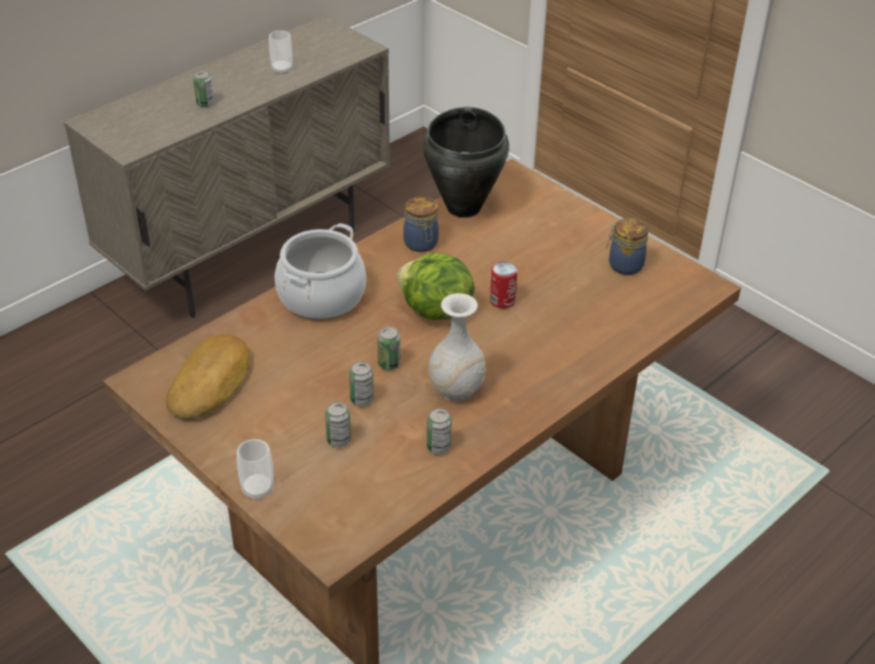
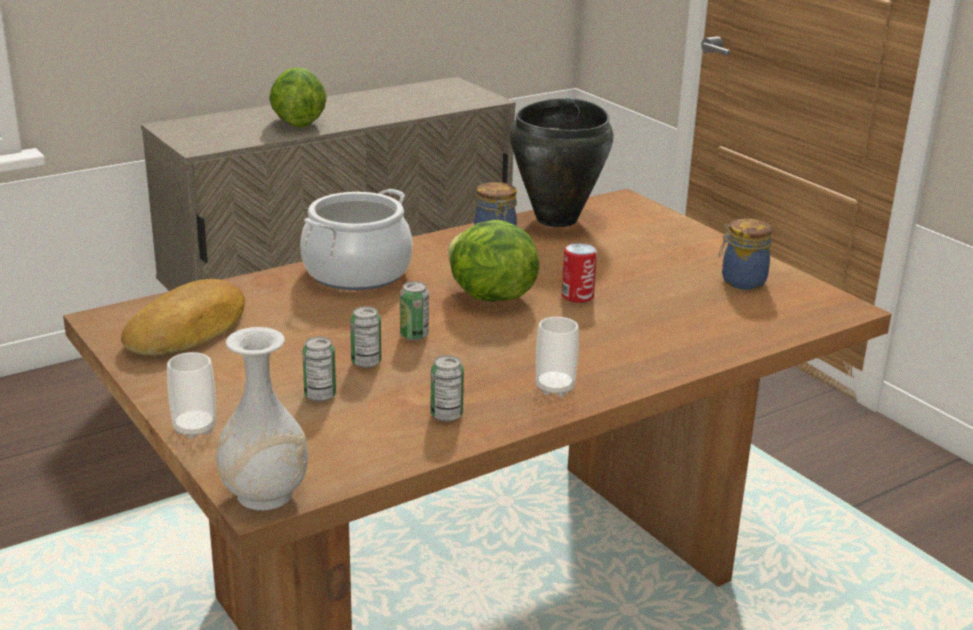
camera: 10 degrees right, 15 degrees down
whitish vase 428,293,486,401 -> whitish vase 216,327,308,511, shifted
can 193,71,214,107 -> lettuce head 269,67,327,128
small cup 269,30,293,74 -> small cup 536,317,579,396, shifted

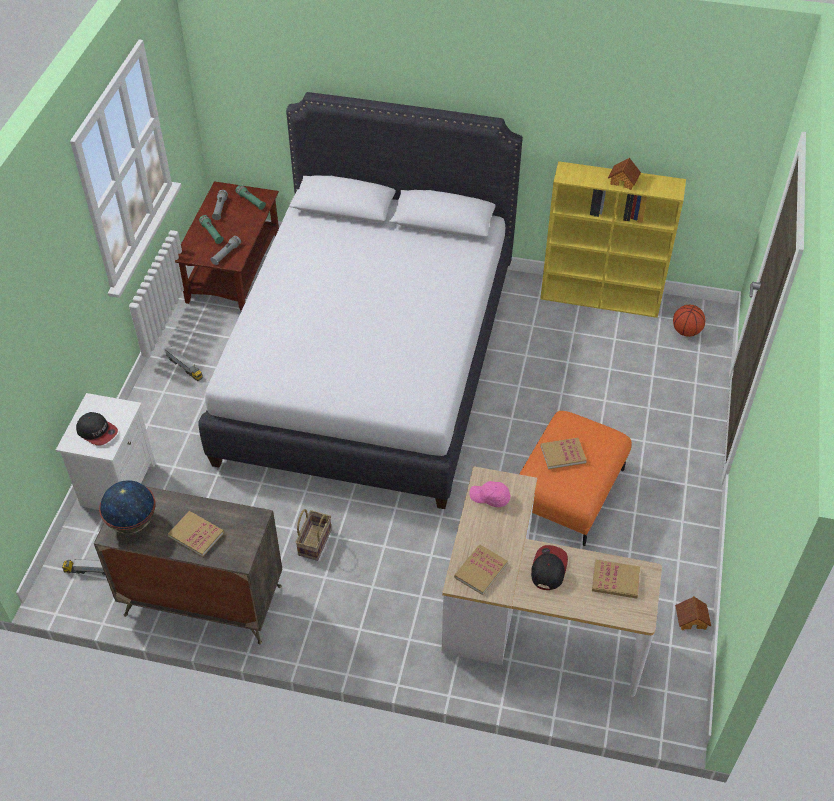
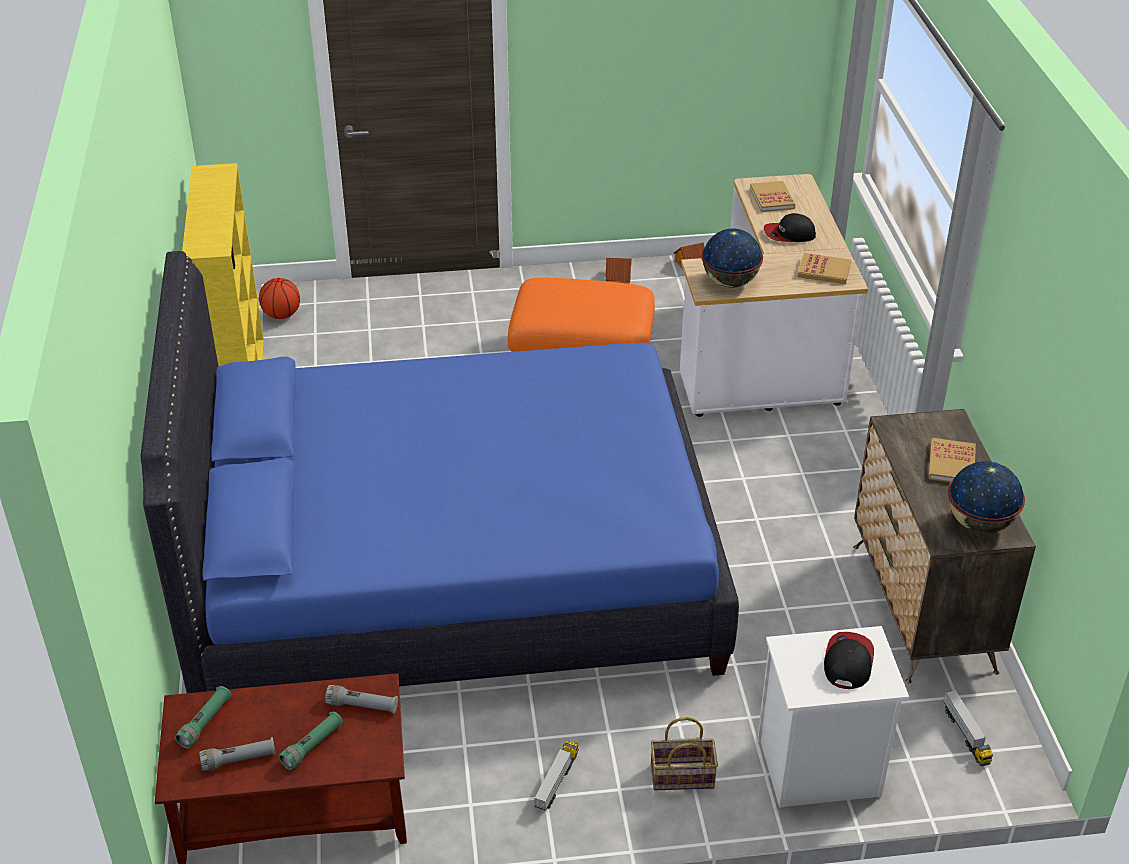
camera: 110 degrees left, 10 degrees down
whitish bedroom bed 198,92,523,509 -> bluish bedroom bed 140,251,739,693
miniature house 608,158,641,190 -> miniature house 605,258,632,284, shifted
household basket 295,509,332,561 -> household basket 651,717,718,790, shifted
pink-coloured peaked cap 469,481,510,507 -> globe 702,228,763,288
volume 540,438,587,469 -> none

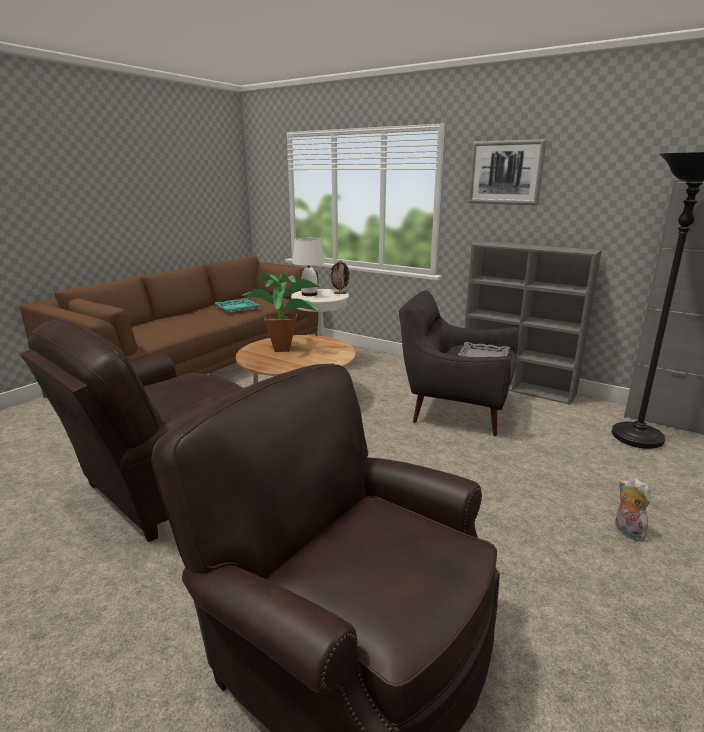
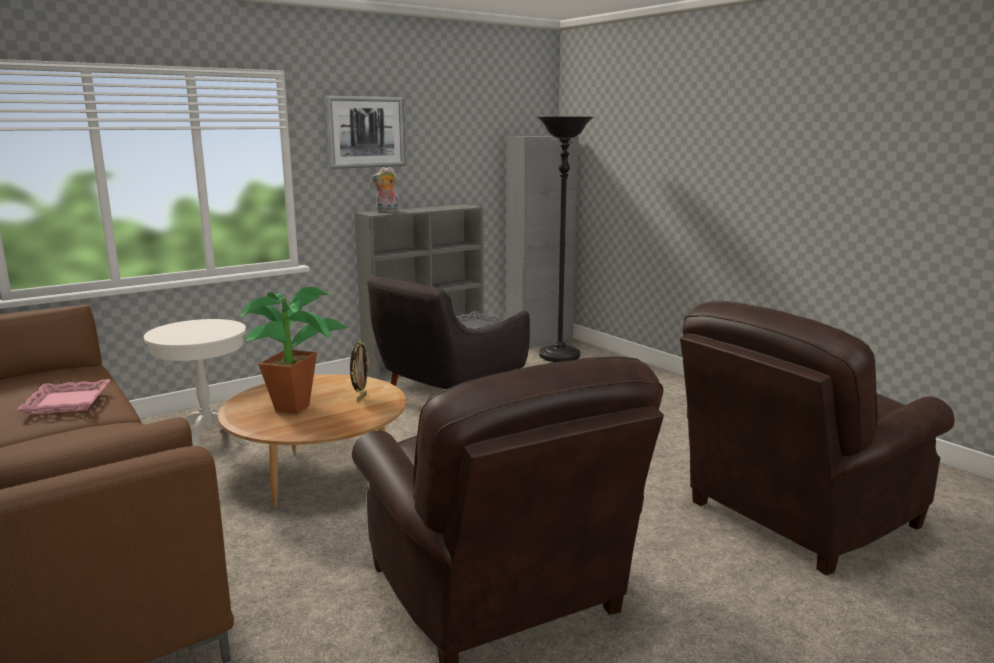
camera: 70 degrees left, 5 degrees down
turquoise-coloured serving tray 215,298,259,313 -> pink-coloured serving tray 17,379,110,415
picture frame 329,260,351,294 -> picture frame 350,341,369,402, shifted
plush toy 615,478,651,541 -> plush toy 371,167,400,212, shifted
whitish lamp for a table 292,238,325,296 -> none

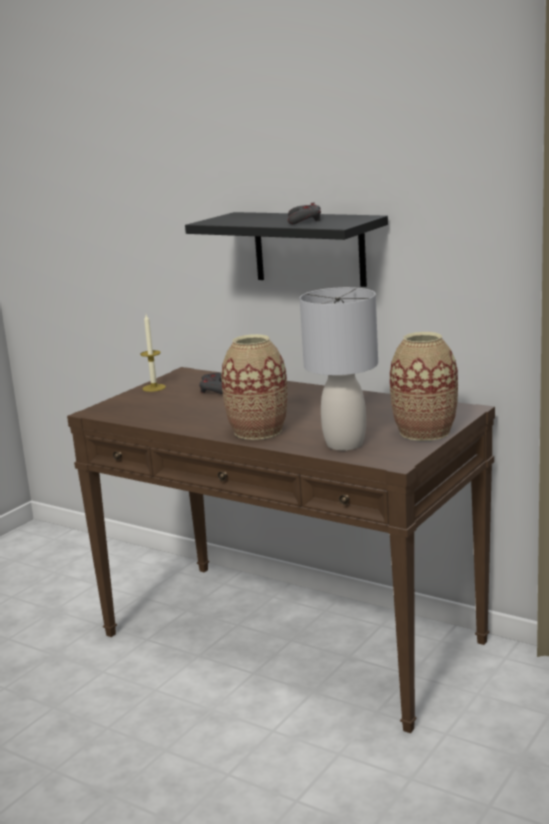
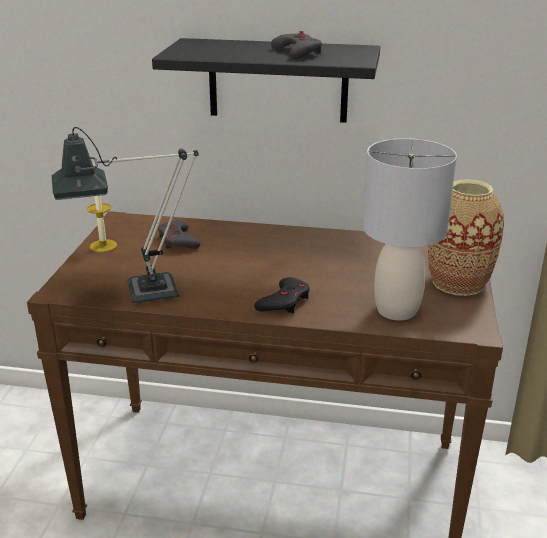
camera: 25 degrees left, 10 degrees up
none -> lamp for a table 52,127,198,303
vase 221,334,288,440 -> black-coloured gamepad 254,277,310,313

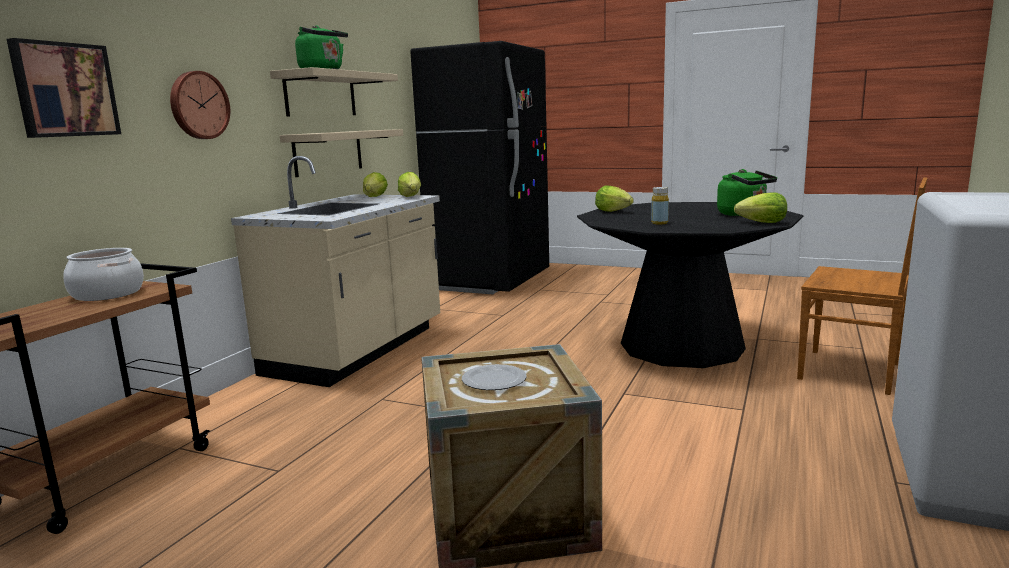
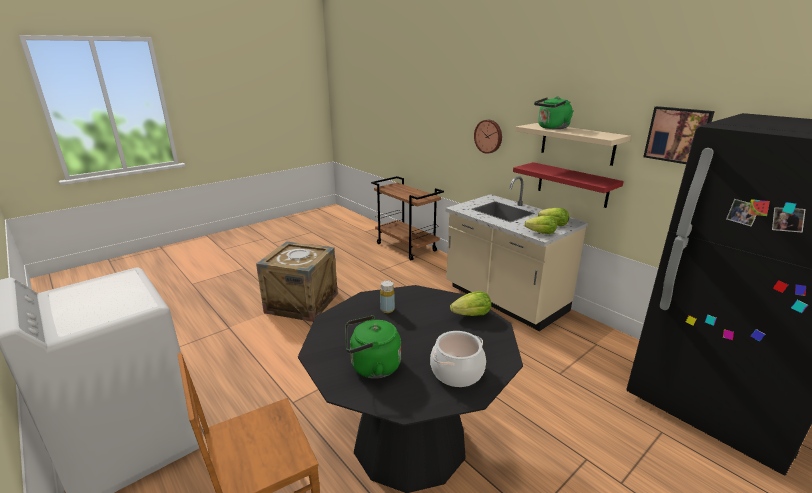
camera: 115 degrees right, 10 degrees up
saucepot 63,248,144,301 -> saucepot 430,331,486,387, shifted
beige shelf 280,129,403,177 -> reddish shelf 513,162,624,208
wall art 7,38,121,138 -> wall art 643,106,715,164, shifted
lettuce head 734,192,787,223 -> none

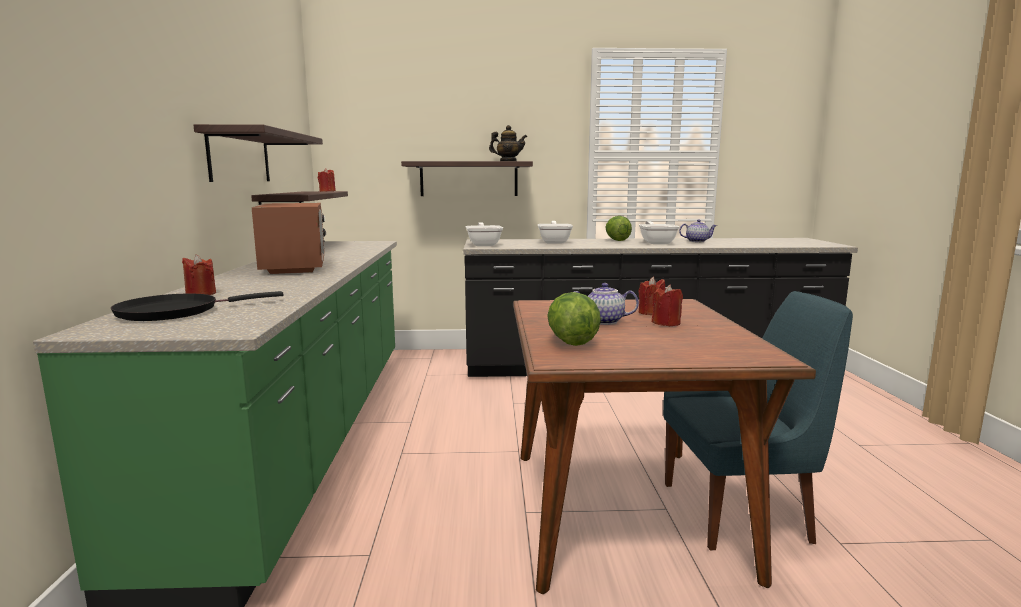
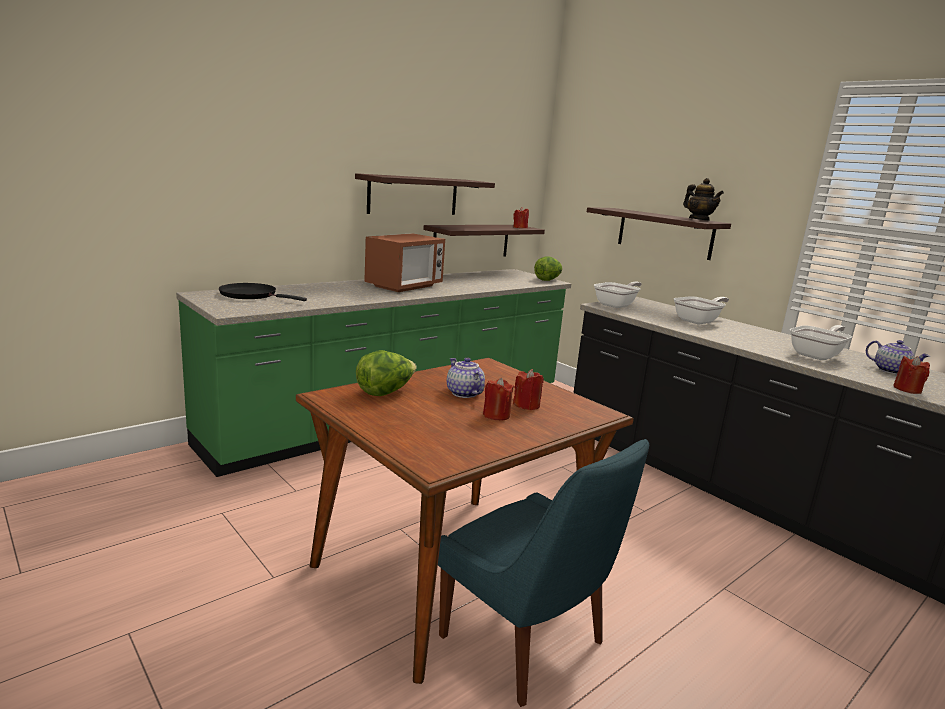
camera: 50 degrees right, 5 degrees up
lettuce head 605,216,632,241 -> lettuce head 534,256,562,281, shifted
reddish wax candle 182,254,216,295 -> reddish wax candle 893,356,930,394, shifted

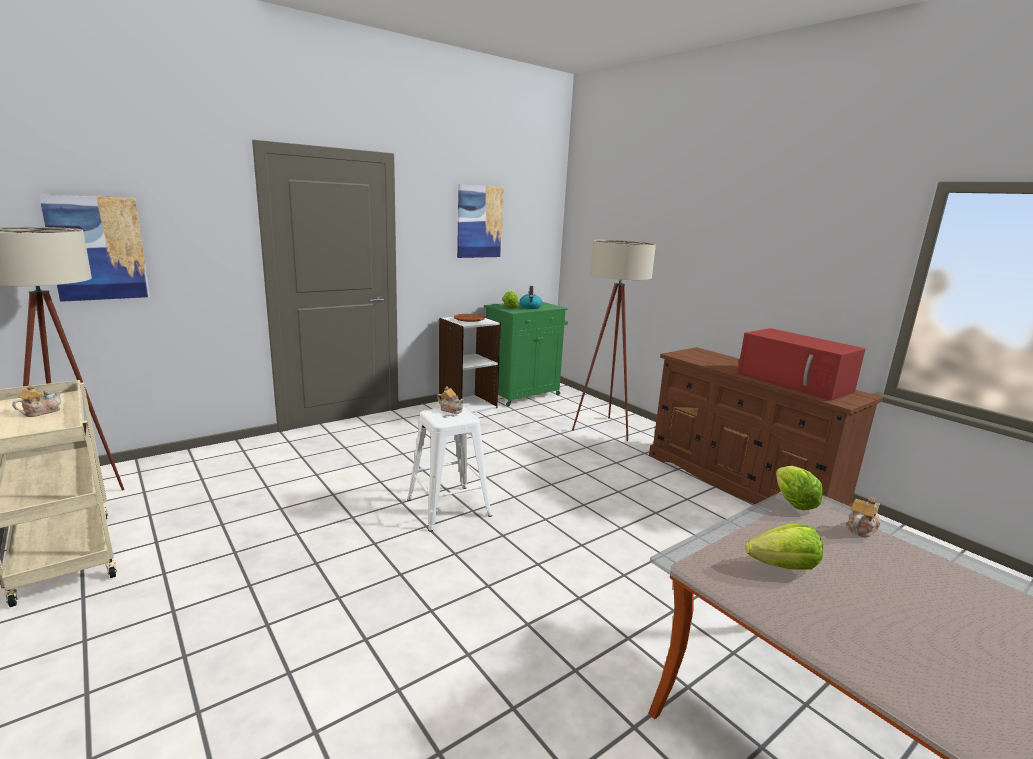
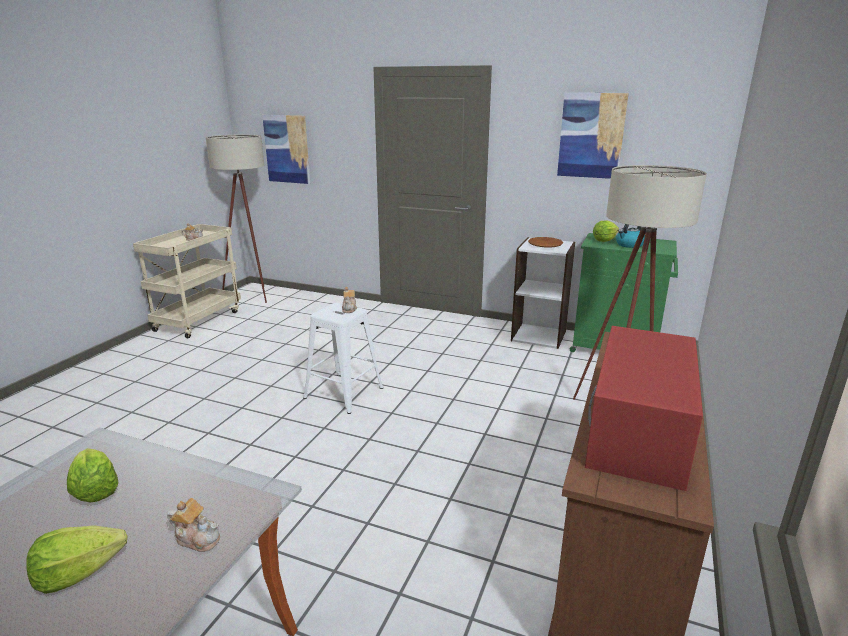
camera: 60 degrees right, 5 degrees up
lettuce head 776,466,823,510 -> lettuce head 26,525,127,594, shifted

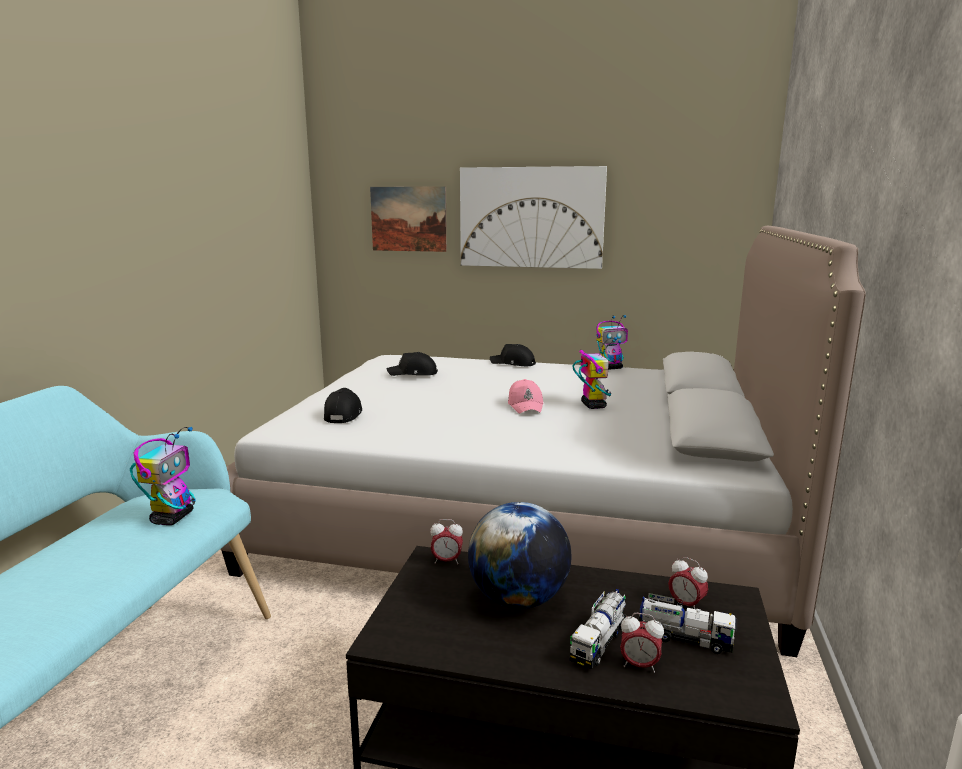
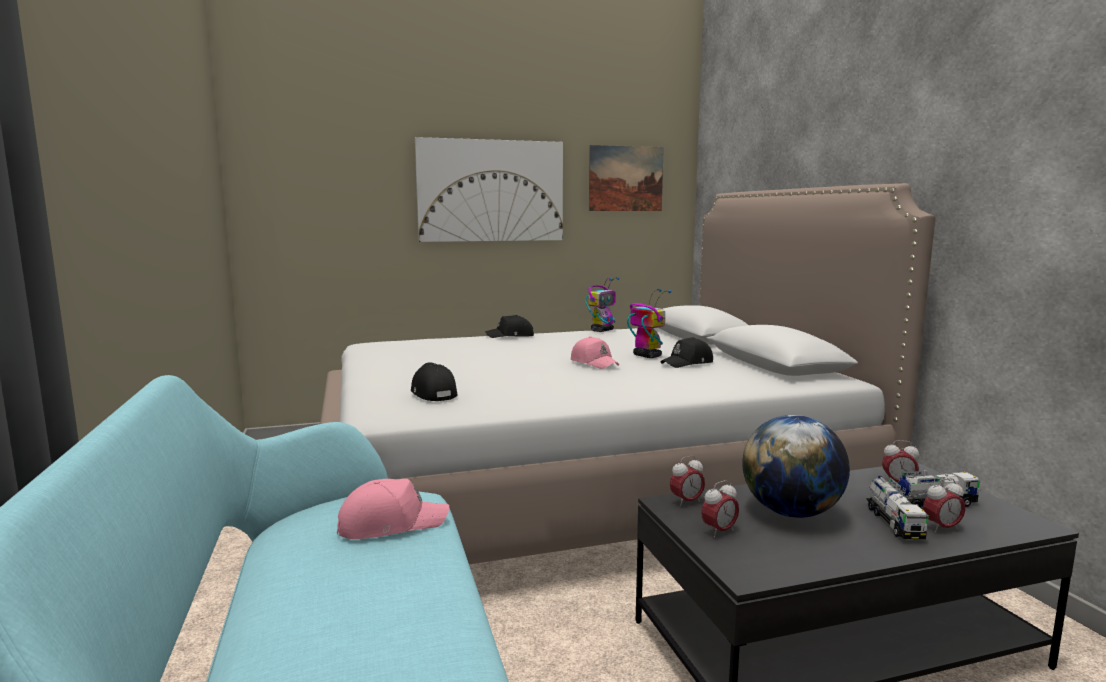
camera: 30 degrees left, 5 degrees down
toy robot 130,427,196,525 -> pink-coloured peaked cap 337,479,449,539
wall art 370,186,447,252 -> wall art 589,145,664,211, shifted
black-coloured peaked cap 386,352,438,376 -> black-coloured peaked cap 661,337,713,368, shifted
none -> bedside clock 701,480,739,537

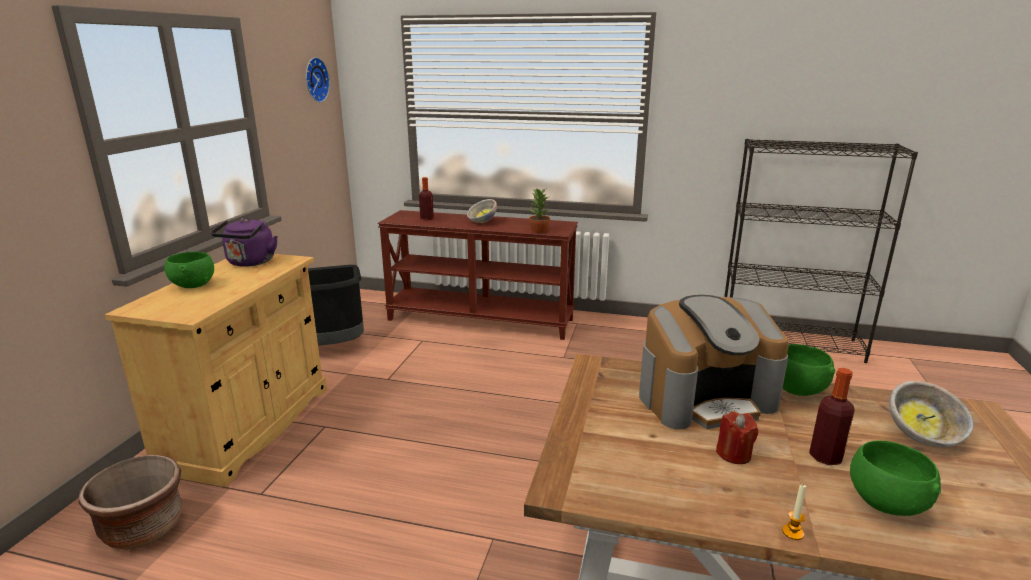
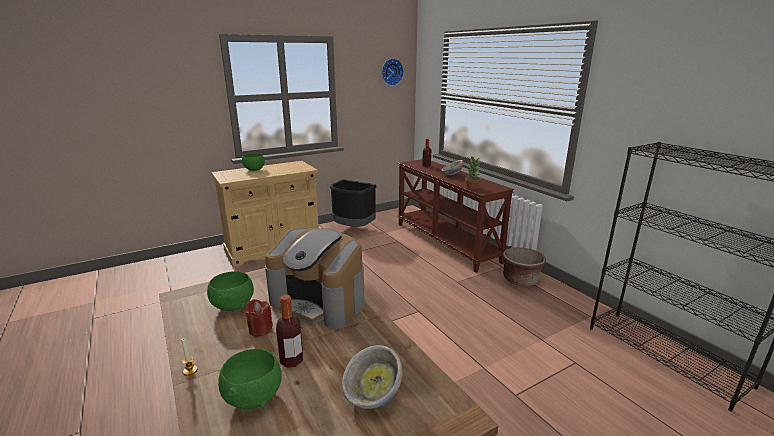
camera: 45 degrees right, 0 degrees up
green deep dish 783,344,835,396 -> green deep dish 207,271,254,311, shifted
brown planter 79,455,182,550 -> brown planter 503,247,546,287, shifted
purple tea kettle 211,218,278,267 -> none

